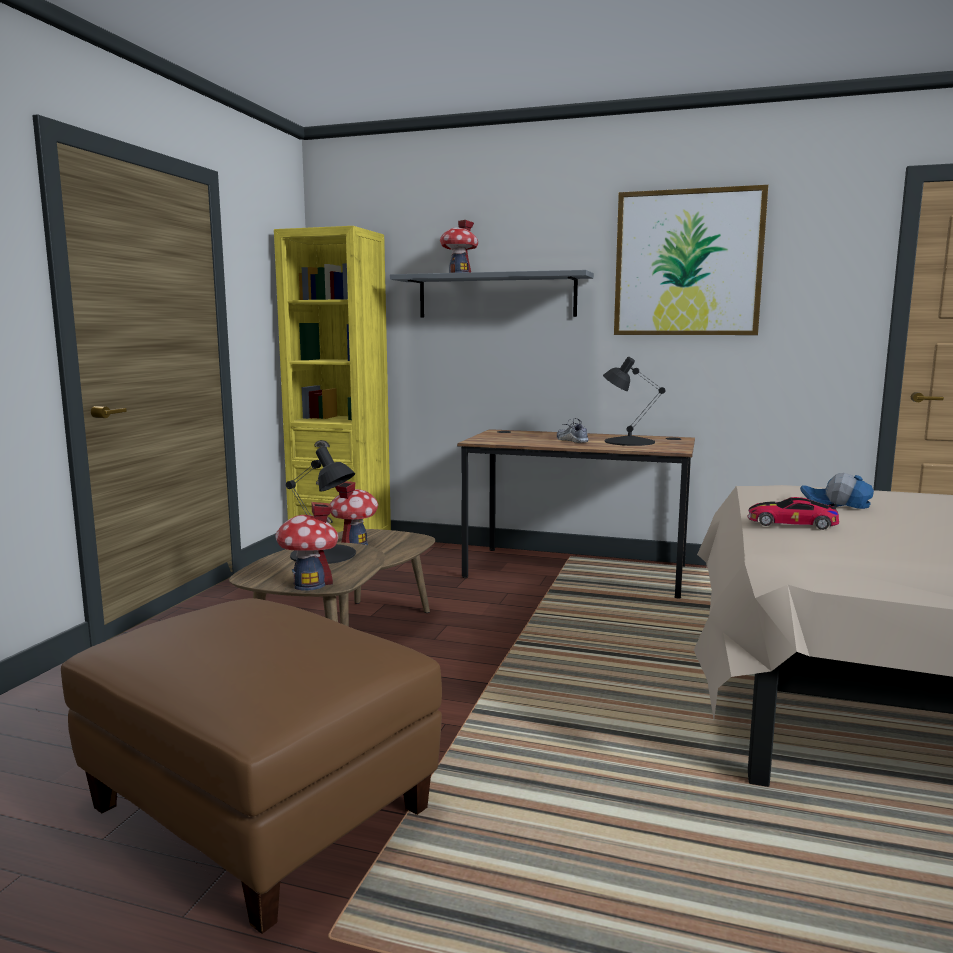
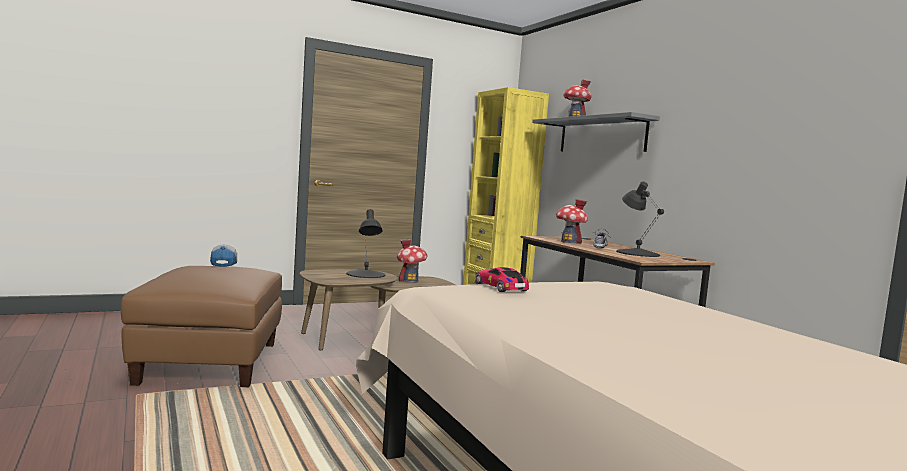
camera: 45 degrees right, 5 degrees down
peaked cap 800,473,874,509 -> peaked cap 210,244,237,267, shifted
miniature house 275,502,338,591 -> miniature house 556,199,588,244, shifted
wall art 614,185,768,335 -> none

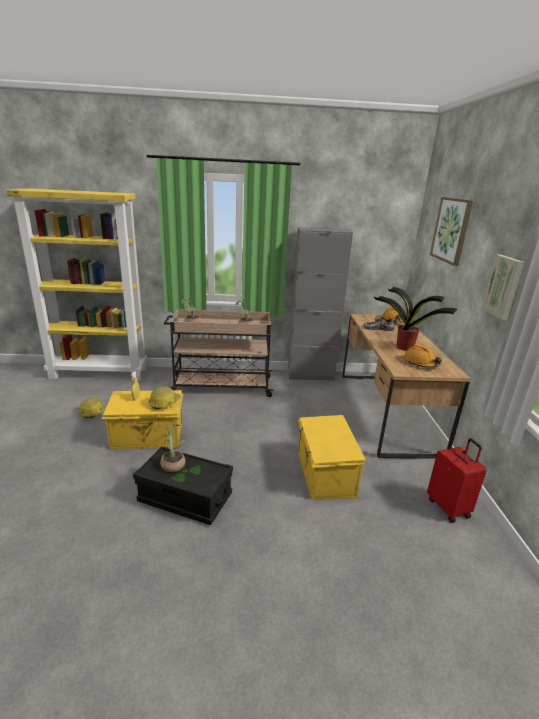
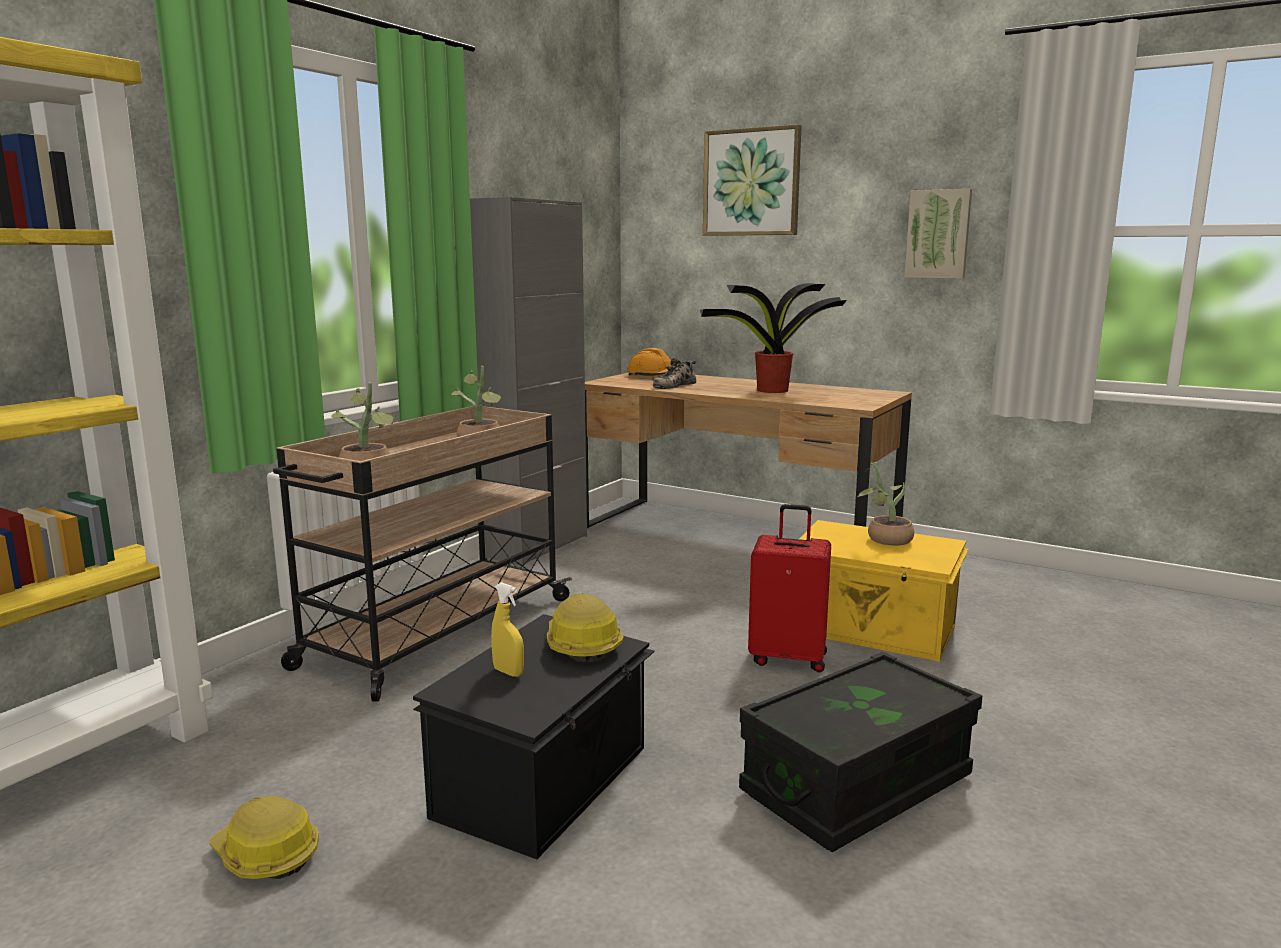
camera: 55 degrees left, 10 degrees down
yellow-coloured storage box 101,390,183,449 -> black-coloured storage box 413,614,655,859
reddish suitcase 427,438,487,523 -> reddish suitcase 748,504,831,672, shifted
houseplant 160,423,186,472 -> houseplant 858,462,914,546, shifted
orangey work helmet 403,345,442,368 -> none

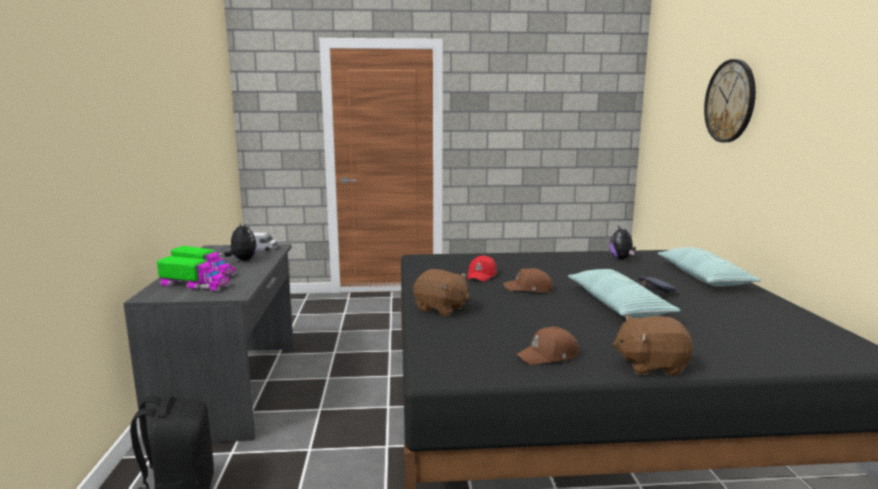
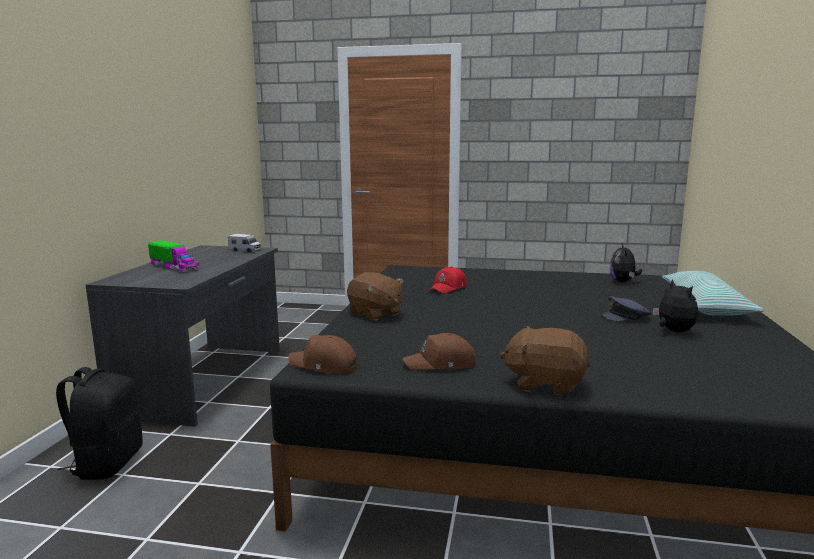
camera: 15 degrees right, 0 degrees up
brown peaked cap 503,268,553,292 -> brown peaked cap 288,335,358,374, shifted
plush toy 224,222,257,261 -> plush toy 653,279,698,333, shifted
toy truck 157,256,230,291 -> none
cushion 568,269,681,318 -> none
hanging clock 704,59,756,142 -> none

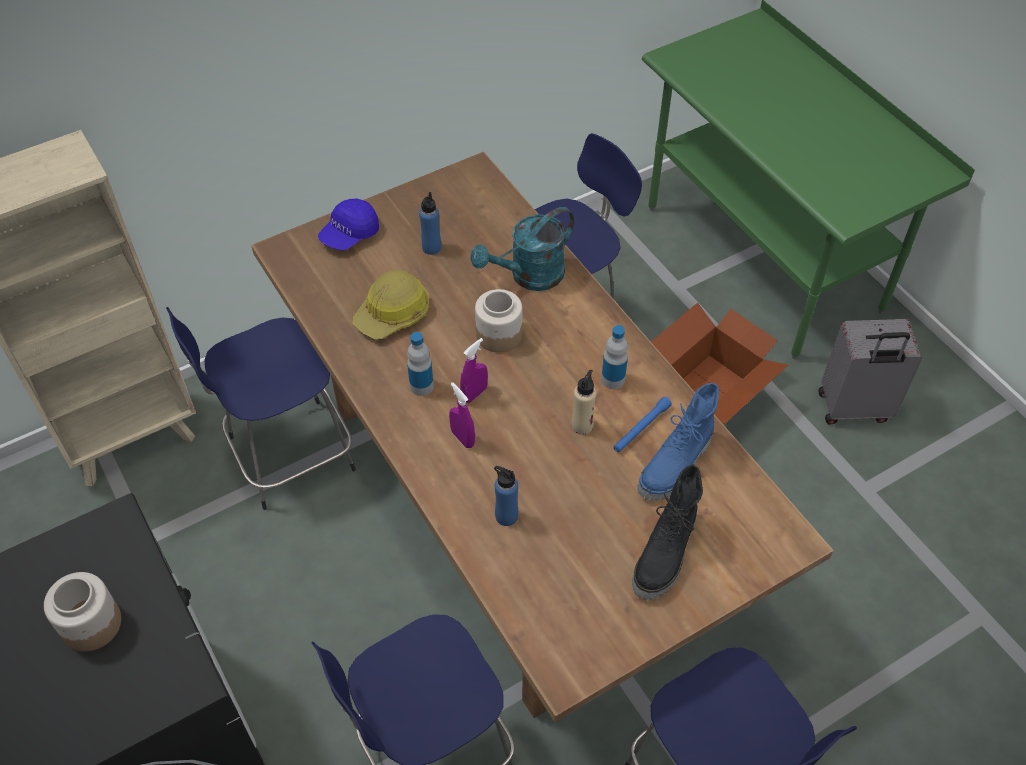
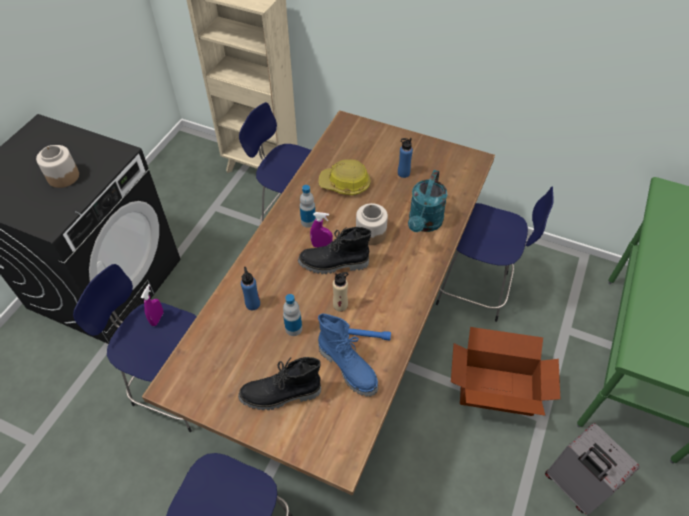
camera: 55 degrees right, 0 degrees up
purple spray bottle 449,382,475,448 -> purple spray bottle 141,284,164,326, shifted
beverage bottle 601,325,628,389 -> beverage bottle 283,294,302,336, shifted
none -> black-coloured tall boot 298,227,371,274
bluish tall boot 637,383,719,501 -> bluish tall boot 318,314,378,397, 135 degrees counterclockwise
turquoise-coloured sprinkling can 470,207,574,291 -> turquoise-coloured sprinkling can 408,170,448,232, 90 degrees counterclockwise
bluish peaked cap 318,198,379,250 -> none

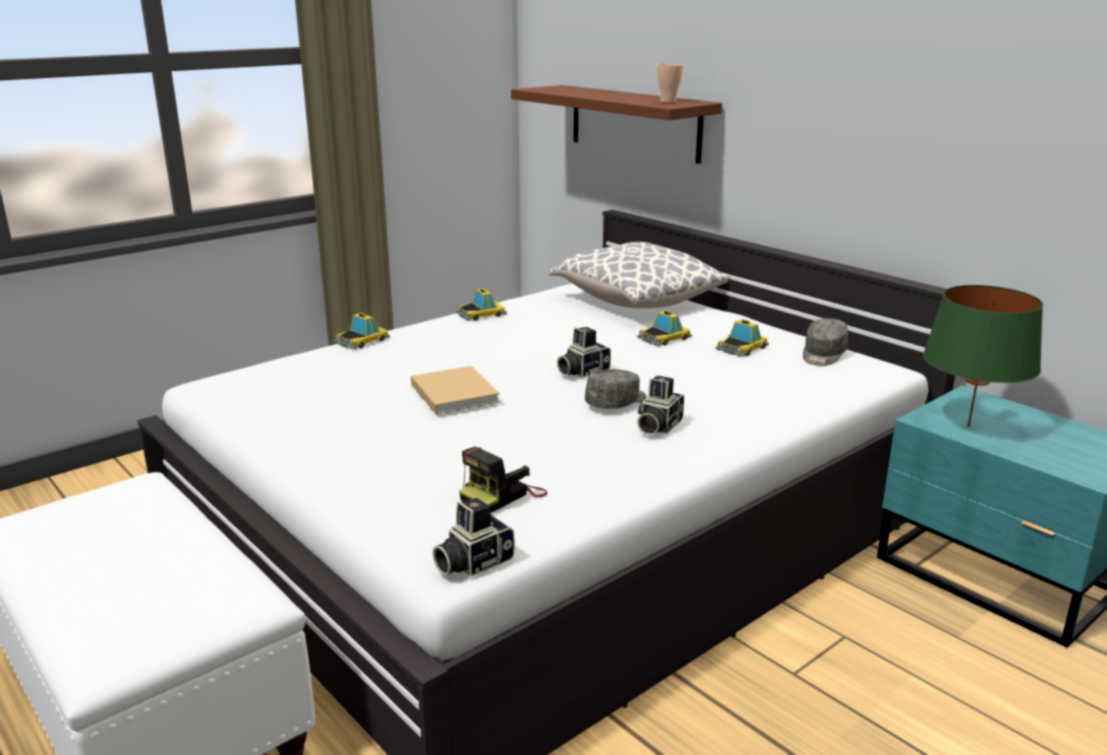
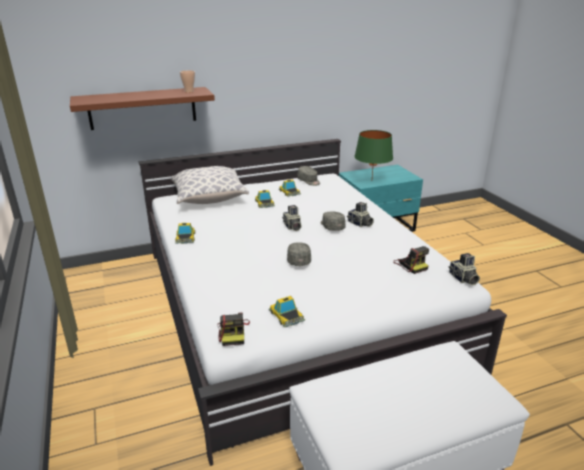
camera: 70 degrees left, 5 degrees up
none -> still camera 217,312,250,346
model car 333,312,390,349 -> model car 269,296,305,327, shifted
beige volume 411,366,500,414 -> grey peaked cap 287,242,311,266

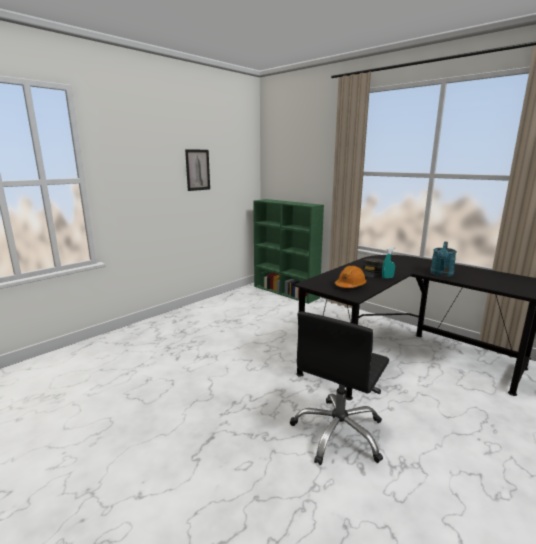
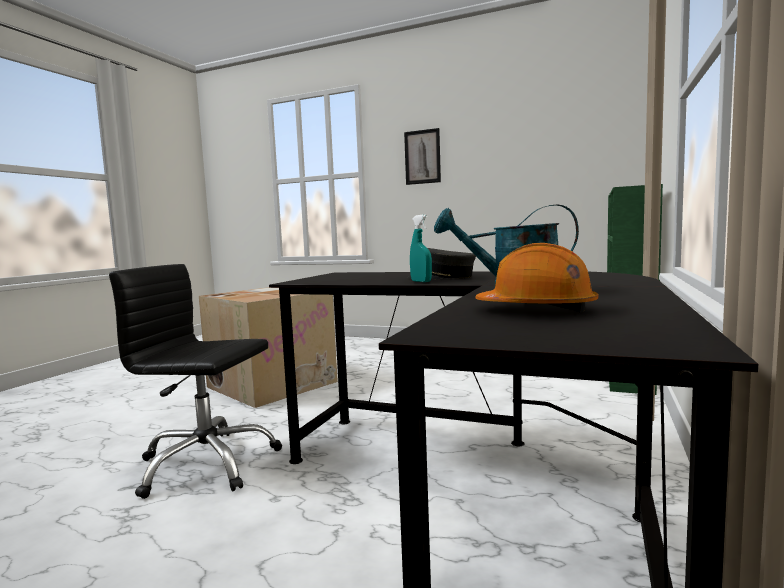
camera: 70 degrees right, 10 degrees down
none -> cardboard box 199,287,338,408
wall art 185,149,210,191 -> wall art 404,128,441,185, shifted
orangey work helmet 335,266,366,288 -> orangey work helmet 475,243,598,313, shifted

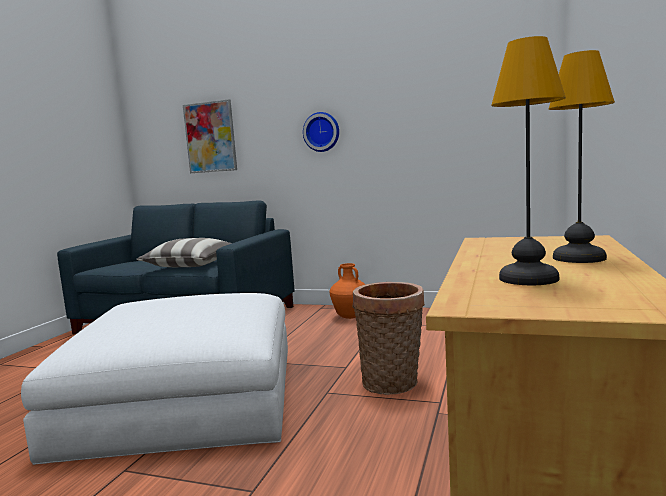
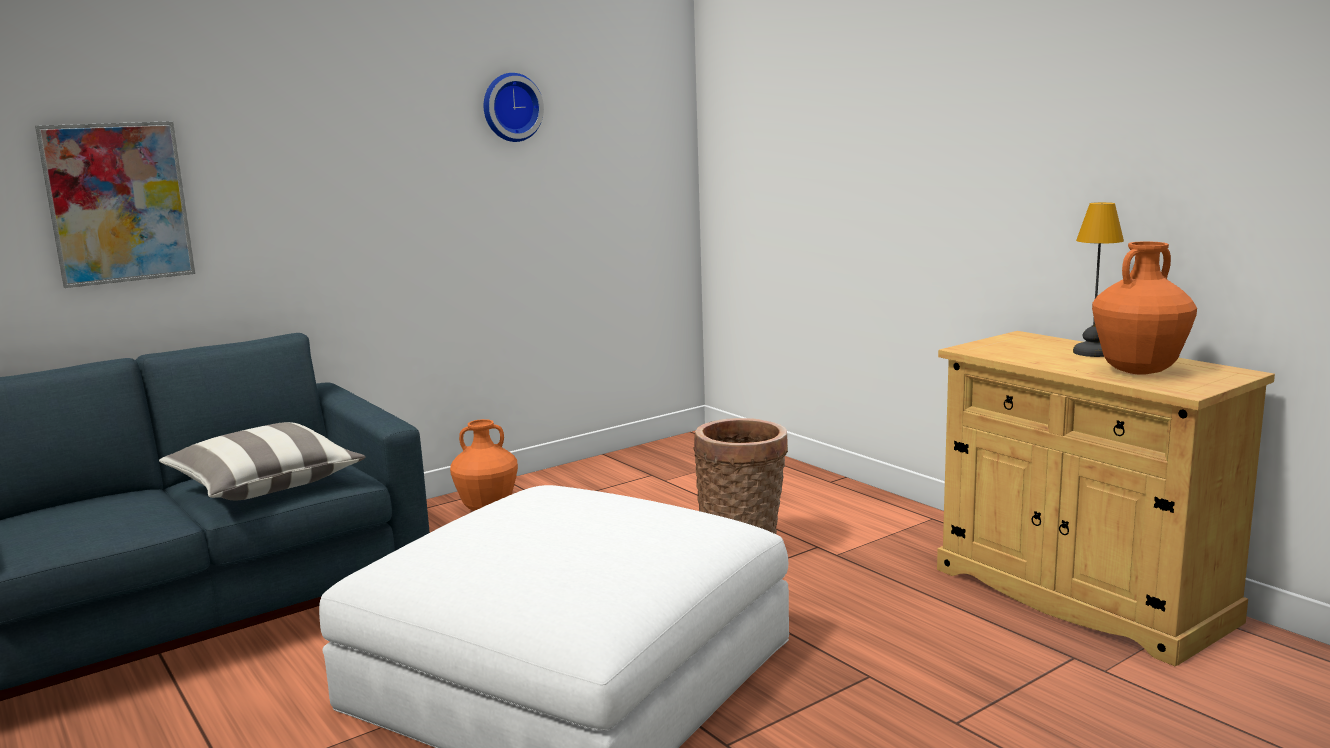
camera: 55 degrees left, 5 degrees up
hanging clock 303,112,339,152 -> hanging clock 484,73,544,142, shifted
lamp for a table 491,36,566,285 -> orangey vase 1092,241,1197,375

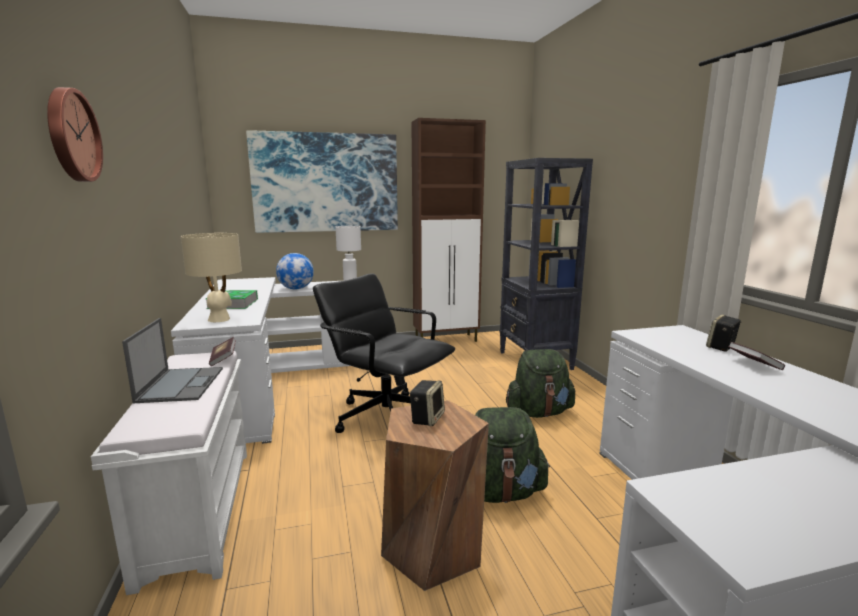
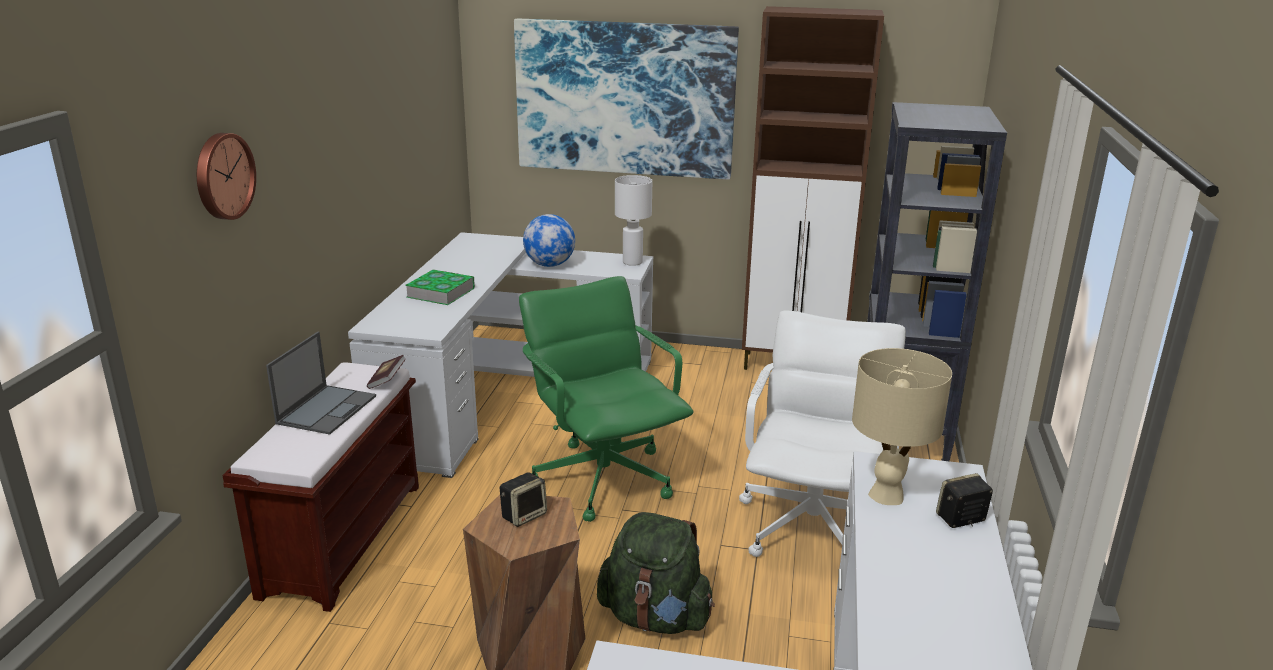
camera: 25 degrees right, 10 degrees up
whitish indoor bench 91,351,247,595 -> brown indoor bench 223,362,419,612
black-coloured desk chair 313,273,455,433 -> green desk chair 519,276,694,522
green knapsack 506,349,576,418 -> whitish desk chair 739,311,906,557
beige lamp for a table 181,233,242,322 -> beige lamp for a table 852,348,952,505, shifted
volume 728,342,785,370 -> none

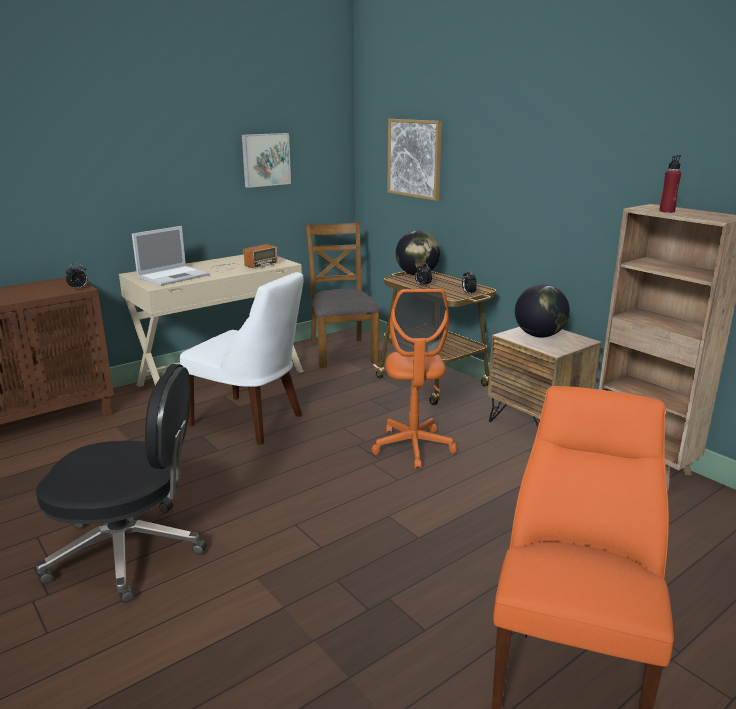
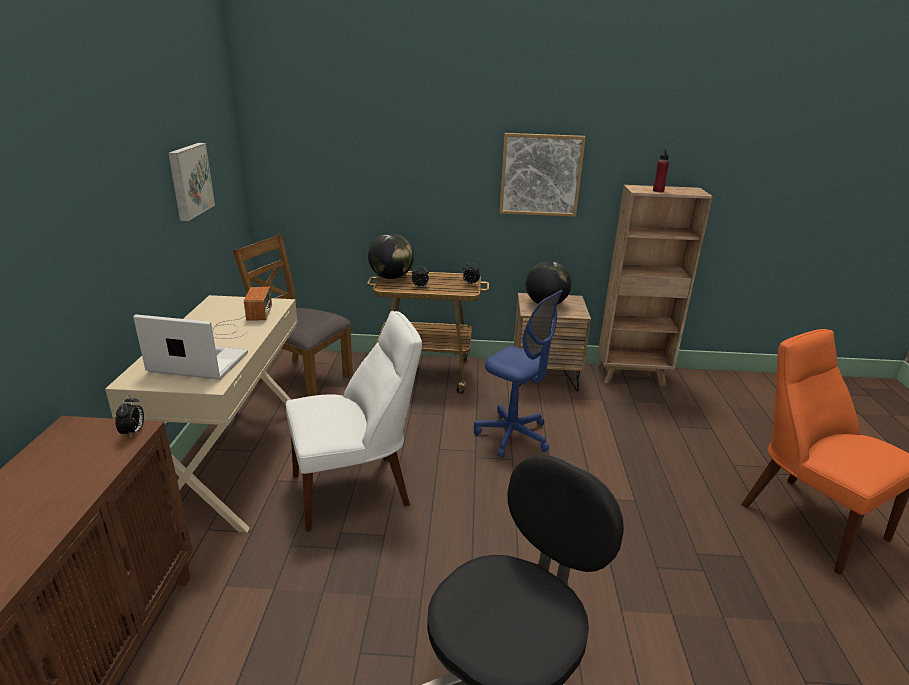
camera: 50 degrees left, 5 degrees up
notebook computer 132,226,209,286 -> notebook computer 133,314,248,380, 75 degrees counterclockwise
orangey desk chair 372,289,457,469 -> bluish desk chair 474,290,563,458
wall art 387,119,442,201 -> wall art 499,133,586,217, shifted

